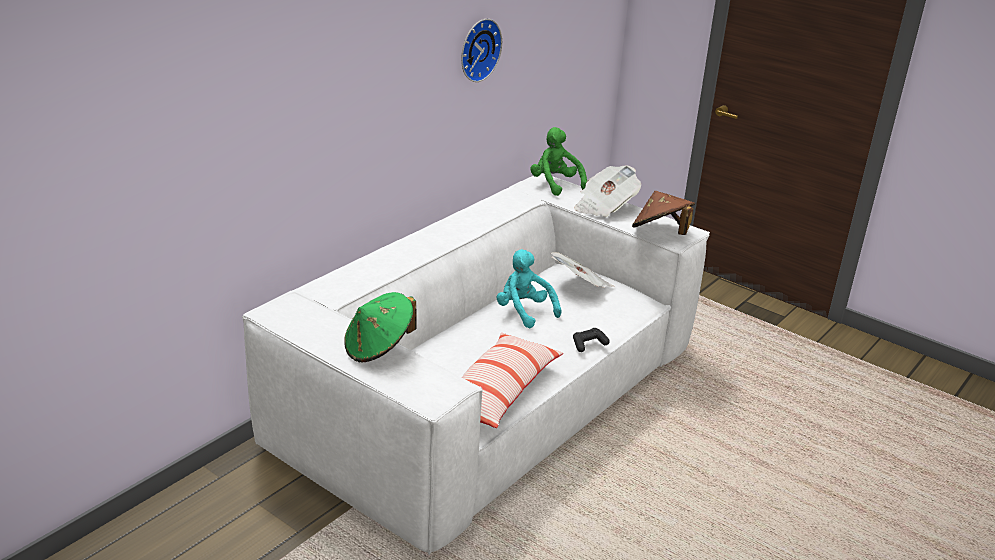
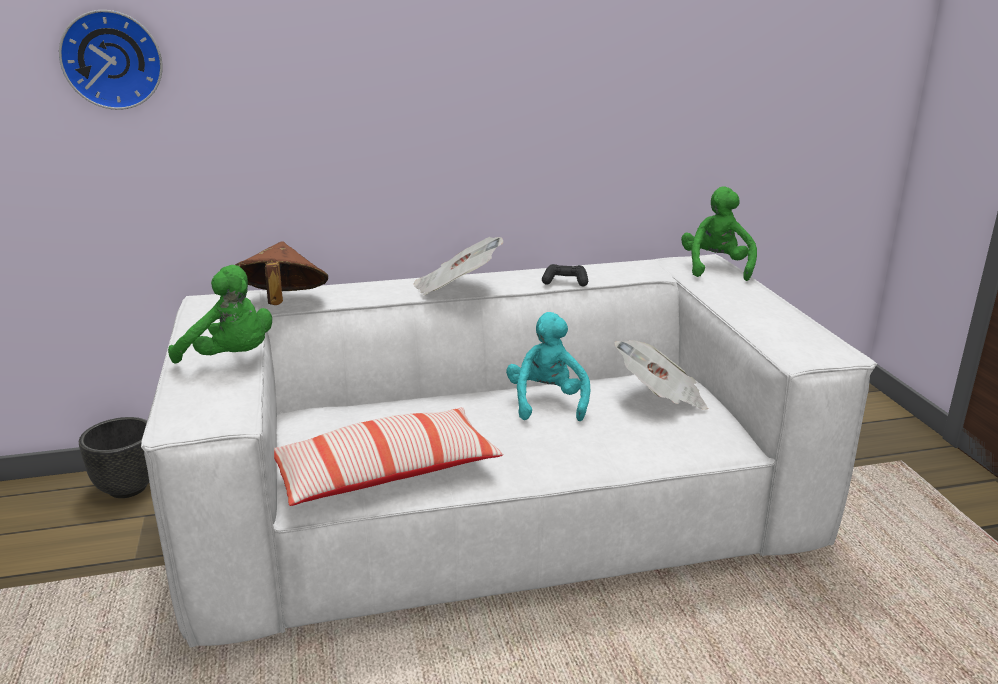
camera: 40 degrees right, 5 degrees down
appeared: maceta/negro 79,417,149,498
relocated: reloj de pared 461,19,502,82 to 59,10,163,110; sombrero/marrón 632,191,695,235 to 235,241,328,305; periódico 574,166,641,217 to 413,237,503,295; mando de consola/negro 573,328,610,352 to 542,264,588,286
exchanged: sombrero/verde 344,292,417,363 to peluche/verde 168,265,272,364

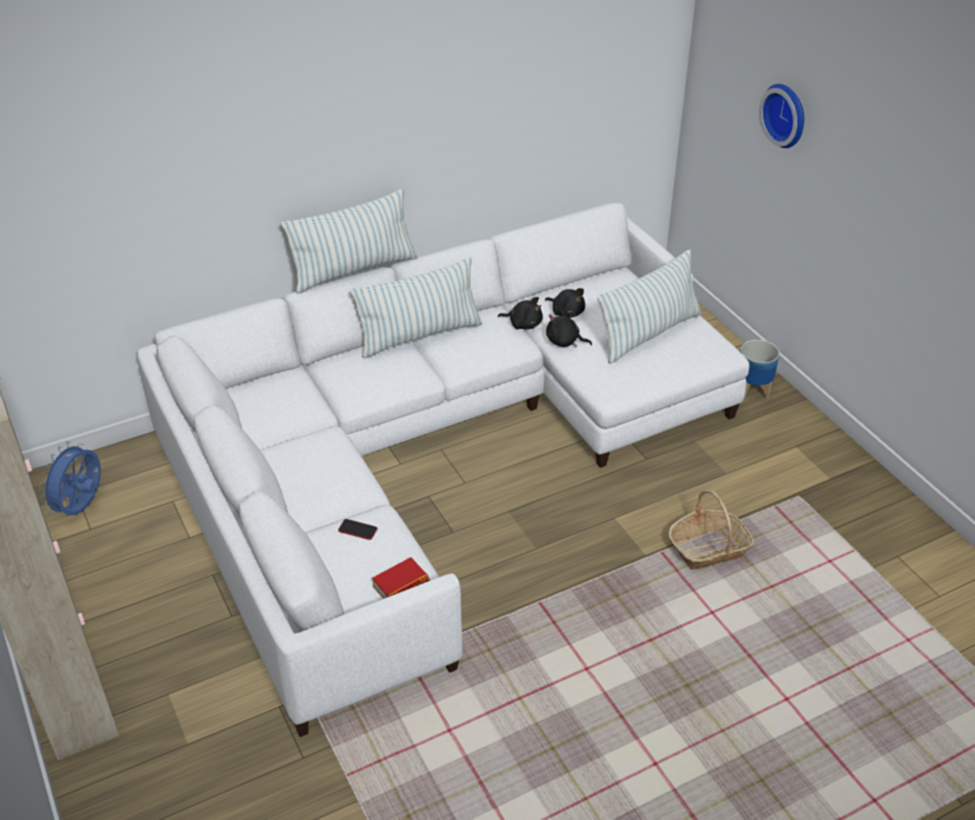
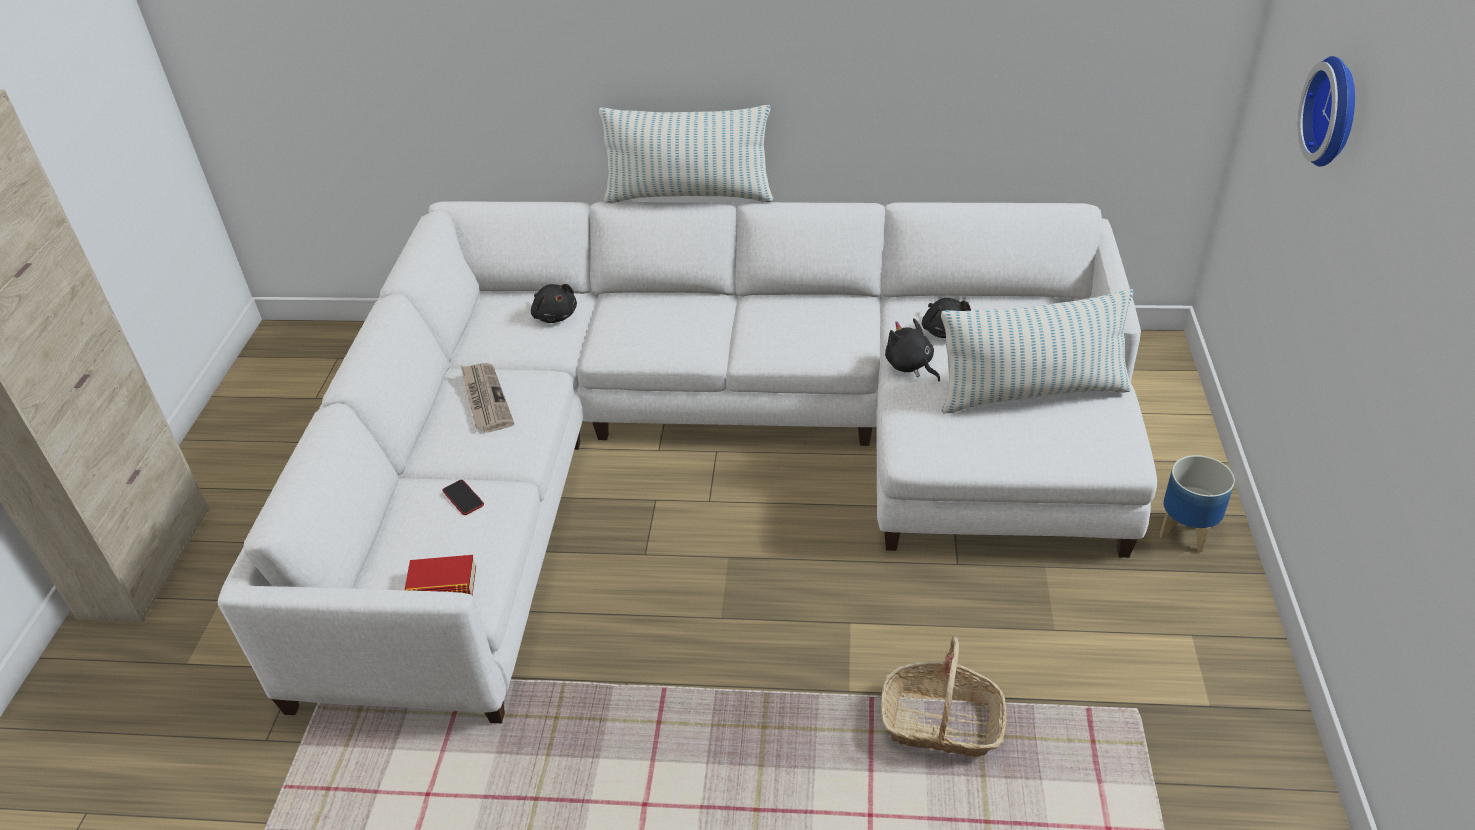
camera: 35 degrees right, 0 degrees up
missing: ventilador/azul 39,442,101,516; cojín 350,257,482,359
appeared: periódico 461,363,514,432
relocated: peluche/negro 498,297,543,329 to 531,284,577,323

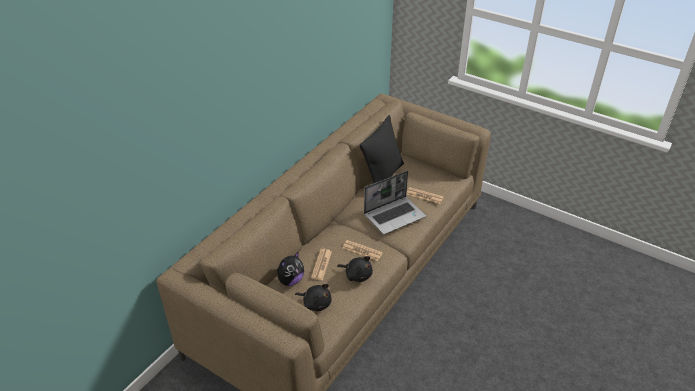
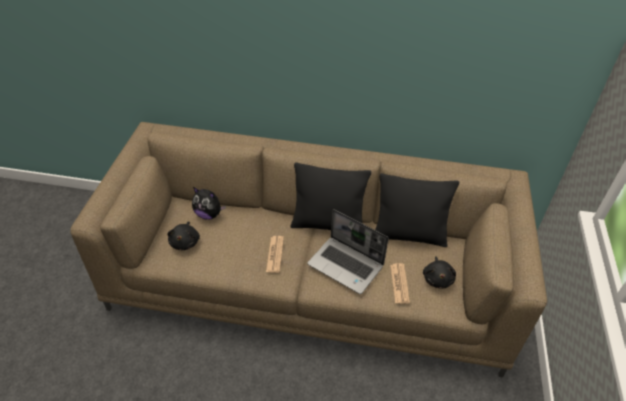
camera: 65 degrees right, 5 degrees up
missing: periódico 311,249,332,280
appeared: cojín/negro 290,162,371,230
relocated: peluche/negro 337,256,373,282 to 423,256,456,289

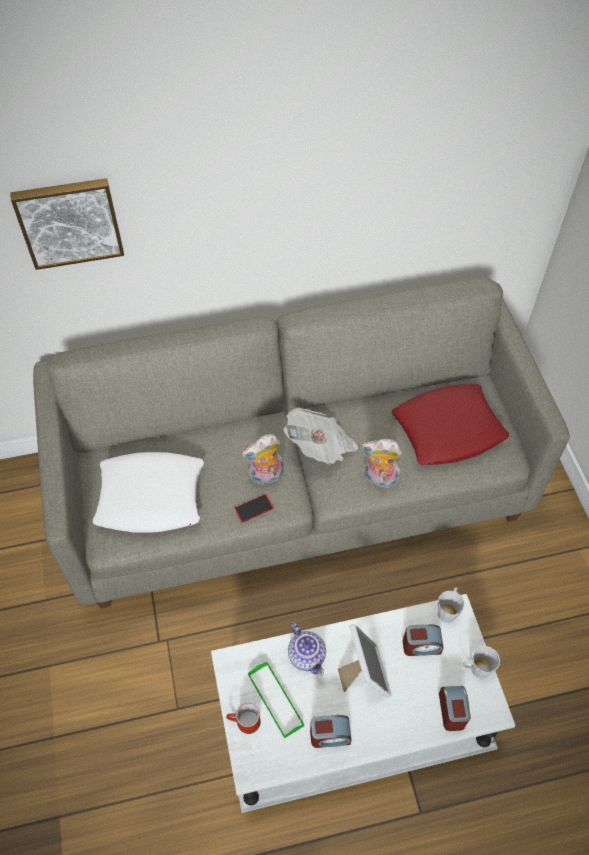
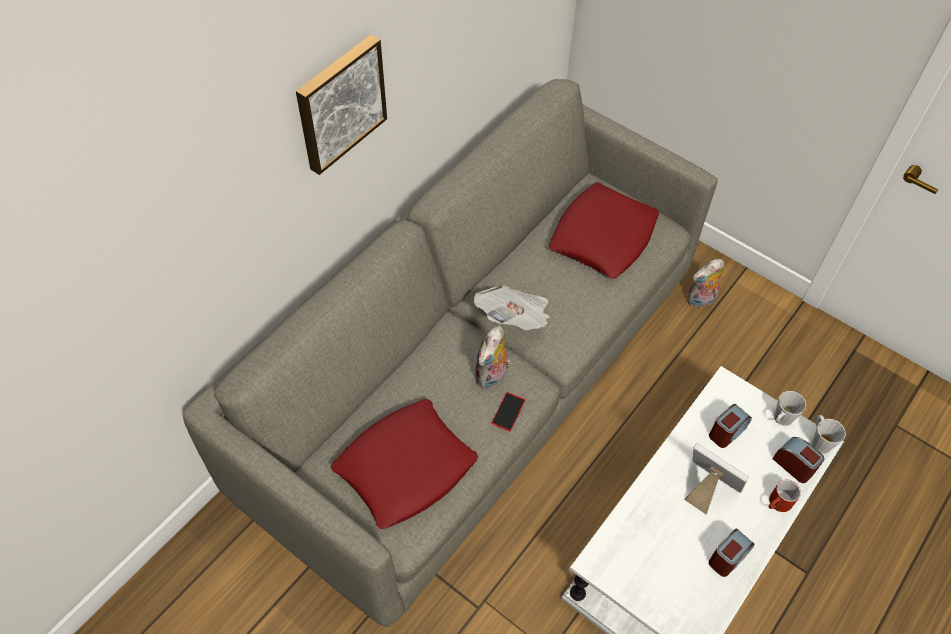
camera: 40 degrees left, 0 degrees up
missing: bandeja/verde 248,662,304,738; tetera 288,621,326,676
relocated: cuadro 10,178,124,270 to 296,35,387,175; peluche 361,439,402,488 to 687,259,724,308; taza grande/rojo 226,703,261,734 to 769,479,801,512; taza grande/gris 438,587,465,623 to 812,415,846,454
colour: cojín/blanco 93,452,204,533 to cojín/rojo 331,399,478,529

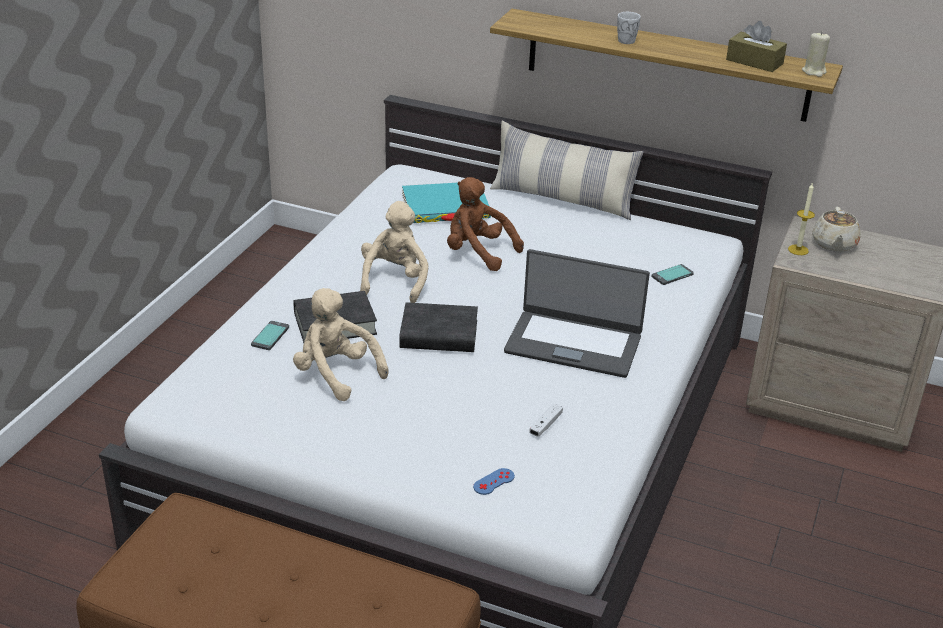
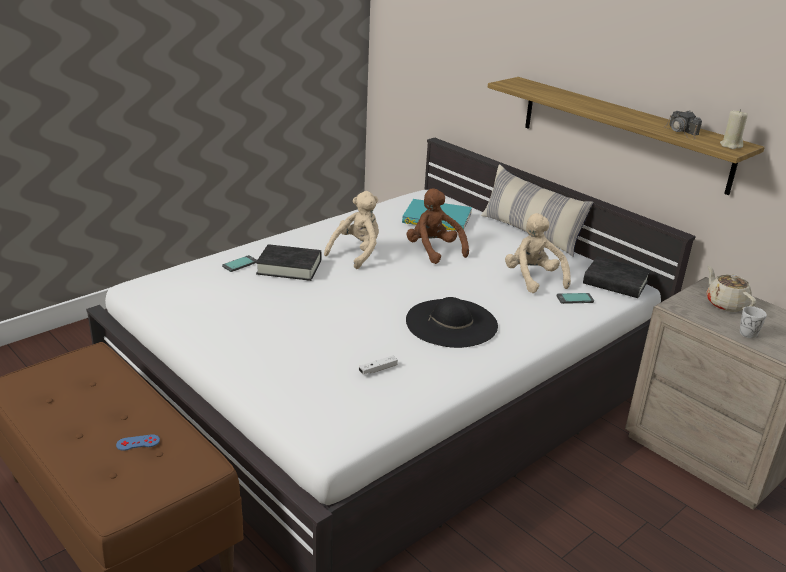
camera: 25 degrees right, 5 degrees down
missing: vela 788,183,815,255
relocated: mando de consola/azul 473,468,515,495 to 116,434,160,451; peluche/beis 293,288,389,401 to 505,213,571,293; libro/negro 399,302,478,352 to 583,256,651,298; taza grande/blanco 617,12,641,44 to 740,306,767,338
exchanged: portátil 504,249,650,378 to sombrero/negro 406,297,498,348; caja de pañuelos/marrón 726,21,787,72 to cámara 664,111,702,139
spun: tetera/beis 812,207,861,252 = 707,265,756,312 120 degrees clockwise

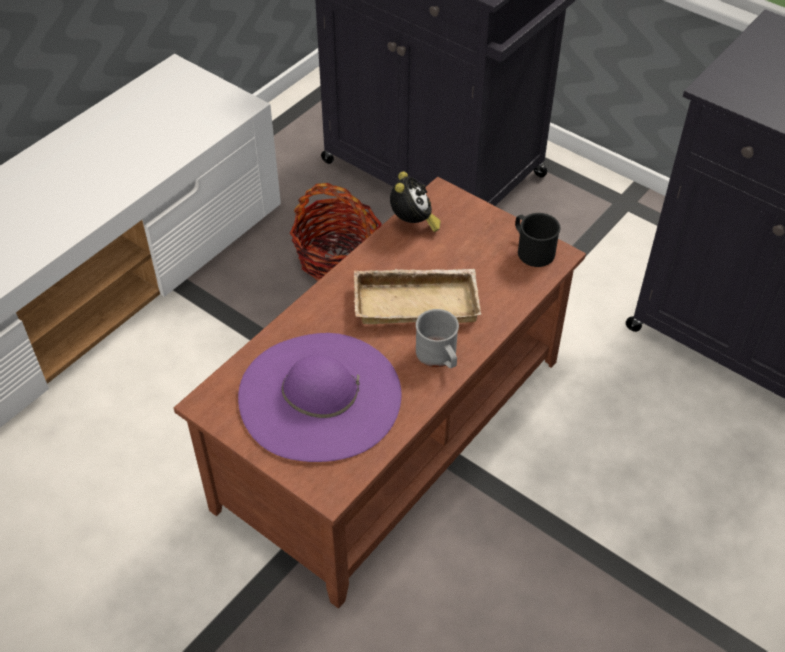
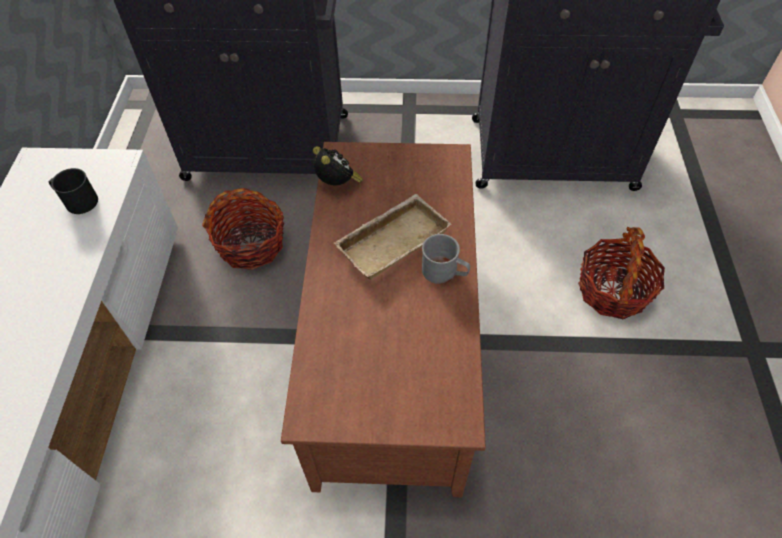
camera: 35 degrees left, 5 degrees up
missing: sombrero/morado 238,333,401,462
appeared: cesta 578,227,665,319
relocated: taza grande/negro 515,213,560,267 to 49,168,98,214

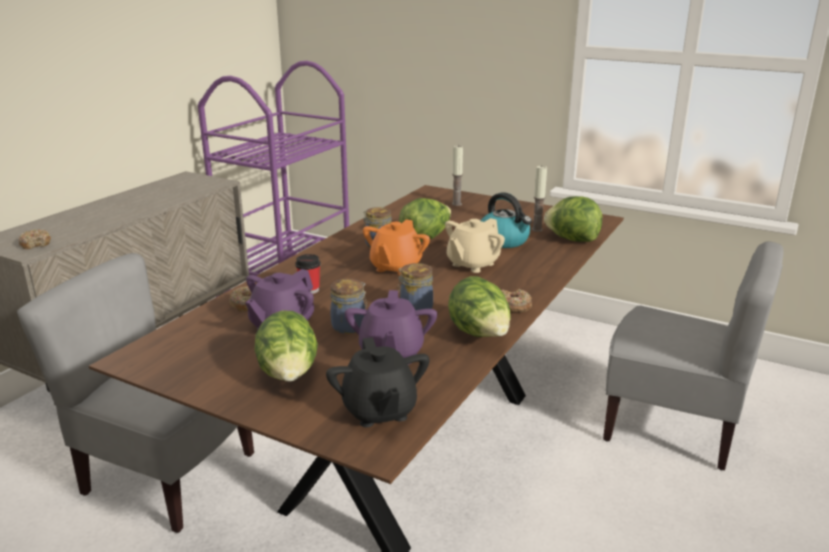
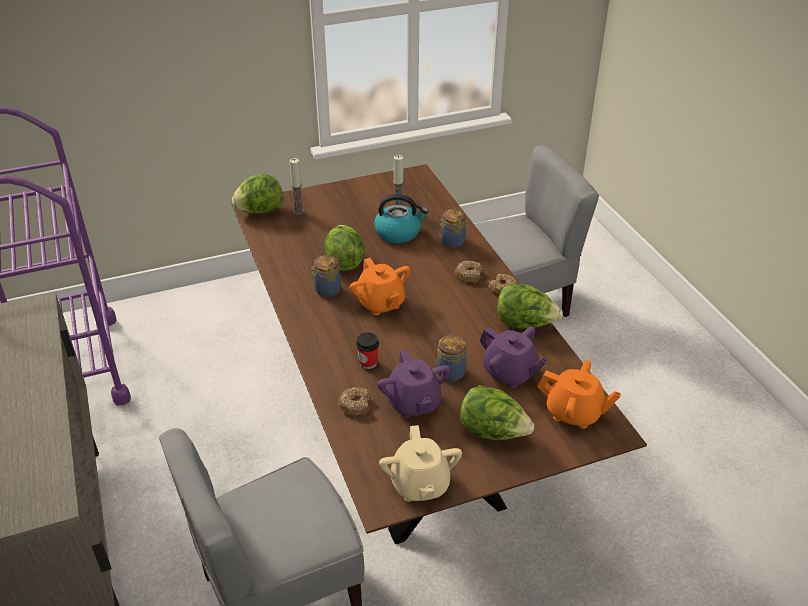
camera: 50 degrees left, 15 degrees up
relocated: lechuga 544,196,602,242 to 232,174,283,214; tetera/beis 445,218,505,273 to 379,425,462,502; tarro 397,263,433,316 to 439,209,466,248; rosquilla 19,229,51,249 to 455,261,482,283
colour: tetera/negro 326,337,430,427 to tetera/naranja 537,360,621,429

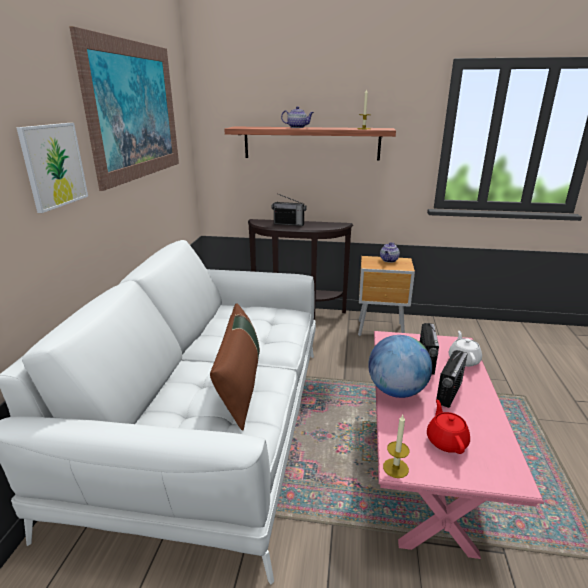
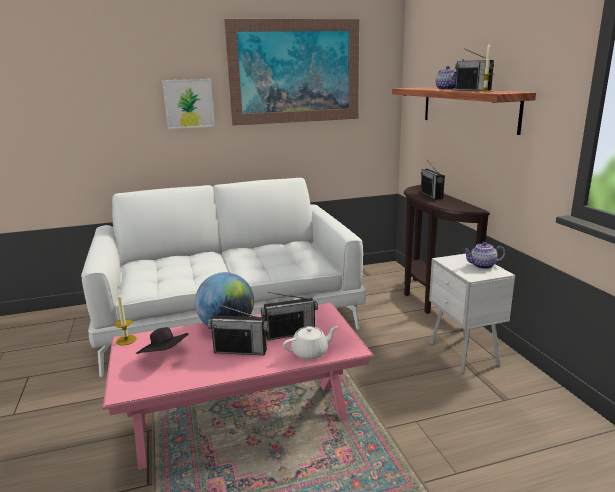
camera: 65 degrees right, 5 degrees down
missing: cojín/marrón 210,303,260,431
appeared: radio 455,48,494,91
exchanged: tetera/rojo 427,399,470,454 to sombrero/negro 135,327,188,354
colour: mesita de noche/marrón 358,256,415,336 to mesita de noche/blanco 429,254,515,373

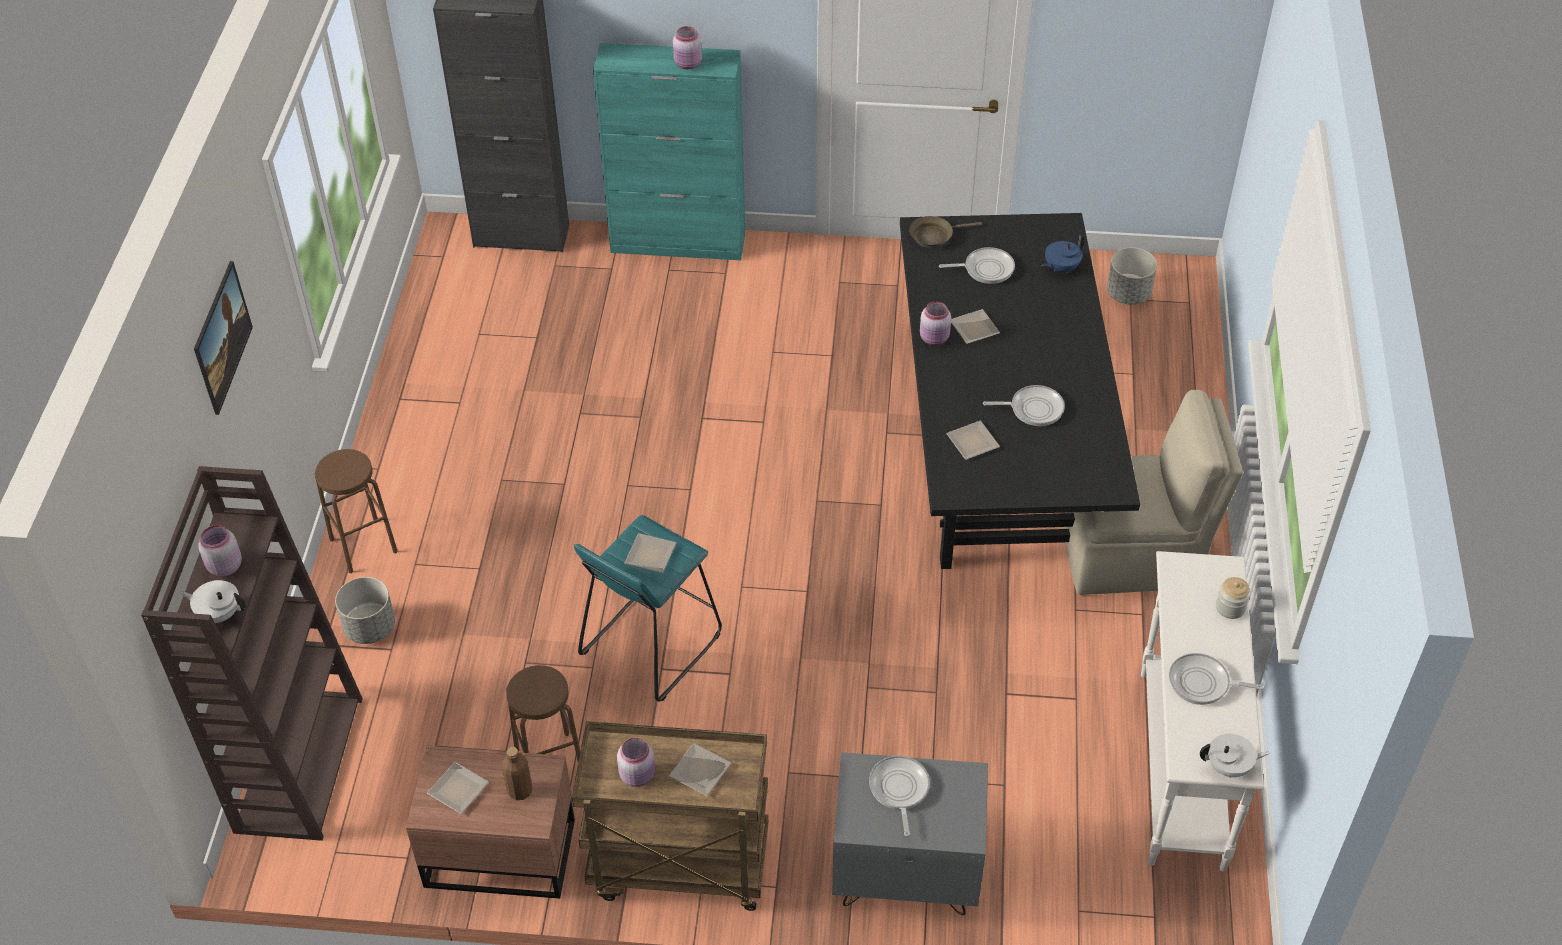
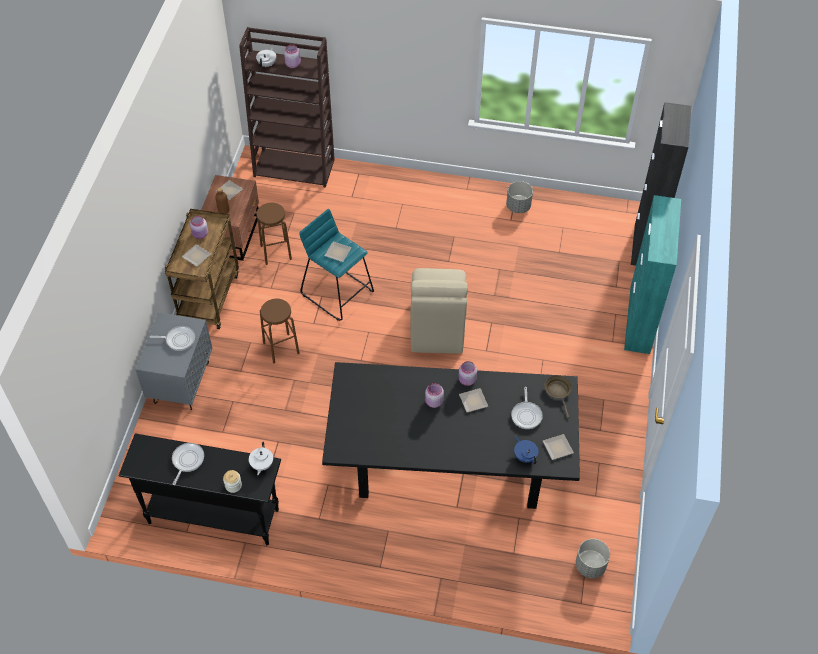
camera: 95 degrees right, 5 degrees up
missing: cuadro 194,261,253,415; sartén 983,385,1065,426
relocated: tetera/blanco 1200,734,1270,778 to 249,442,273,475; taburete/marrón 315,449,398,573 to 260,299,299,364; silla/beis 1062,390,1243,595 to 410,268,468,354; tarro/rosa 673,26,702,69 to 425,383,444,408; maceta/gris 335,577,395,644 to 506,181,533,213; plato 946,421,1000,460 to 543,434,574,460
colour: mesa consola/blanco 1141,551,1264,872 to mesa consola/negro 119,433,281,545

